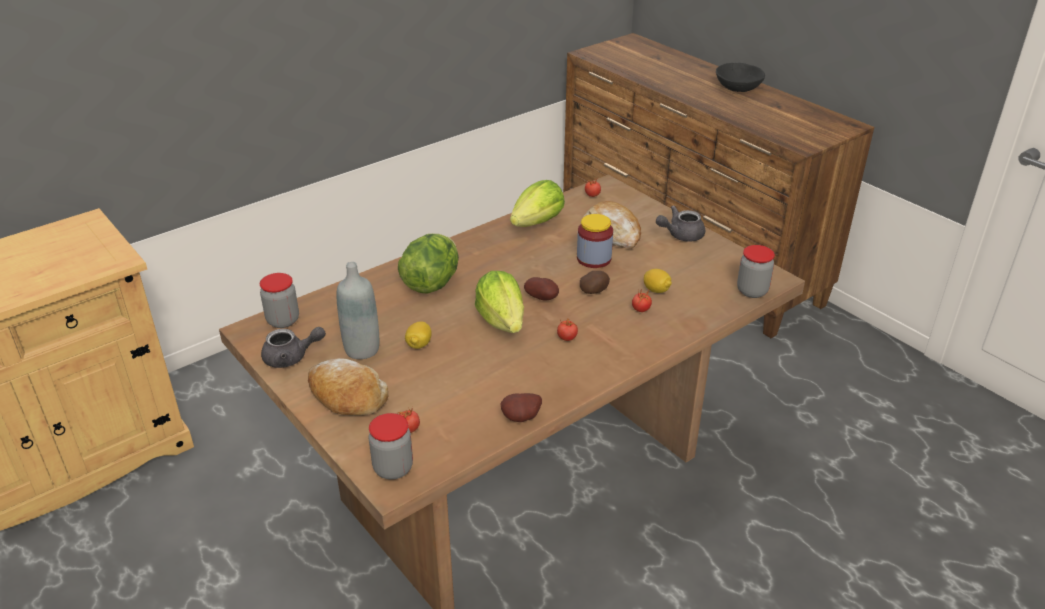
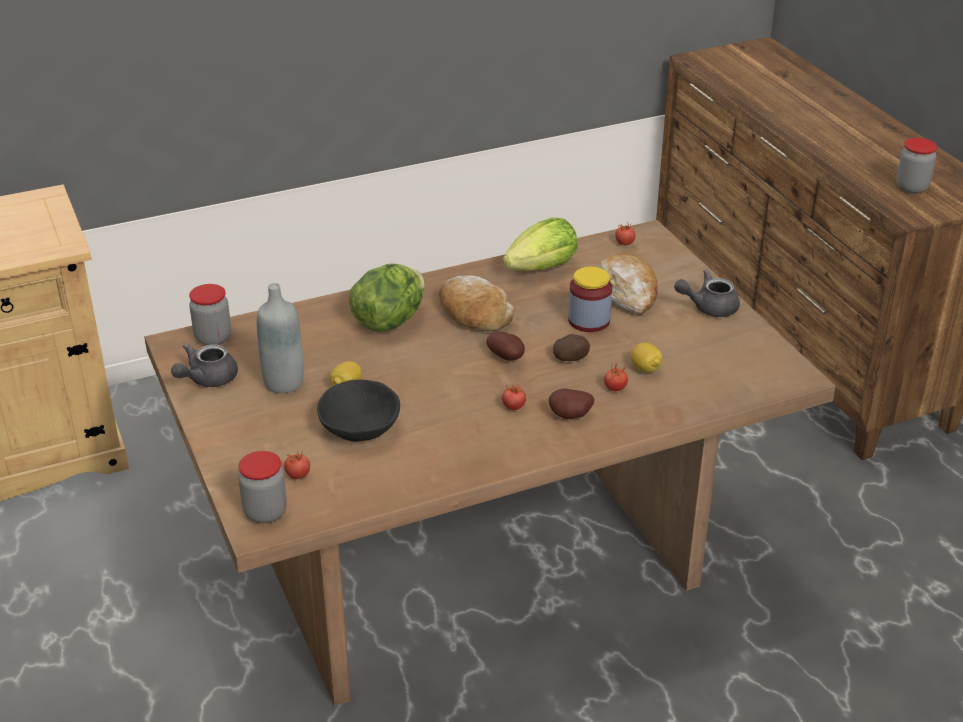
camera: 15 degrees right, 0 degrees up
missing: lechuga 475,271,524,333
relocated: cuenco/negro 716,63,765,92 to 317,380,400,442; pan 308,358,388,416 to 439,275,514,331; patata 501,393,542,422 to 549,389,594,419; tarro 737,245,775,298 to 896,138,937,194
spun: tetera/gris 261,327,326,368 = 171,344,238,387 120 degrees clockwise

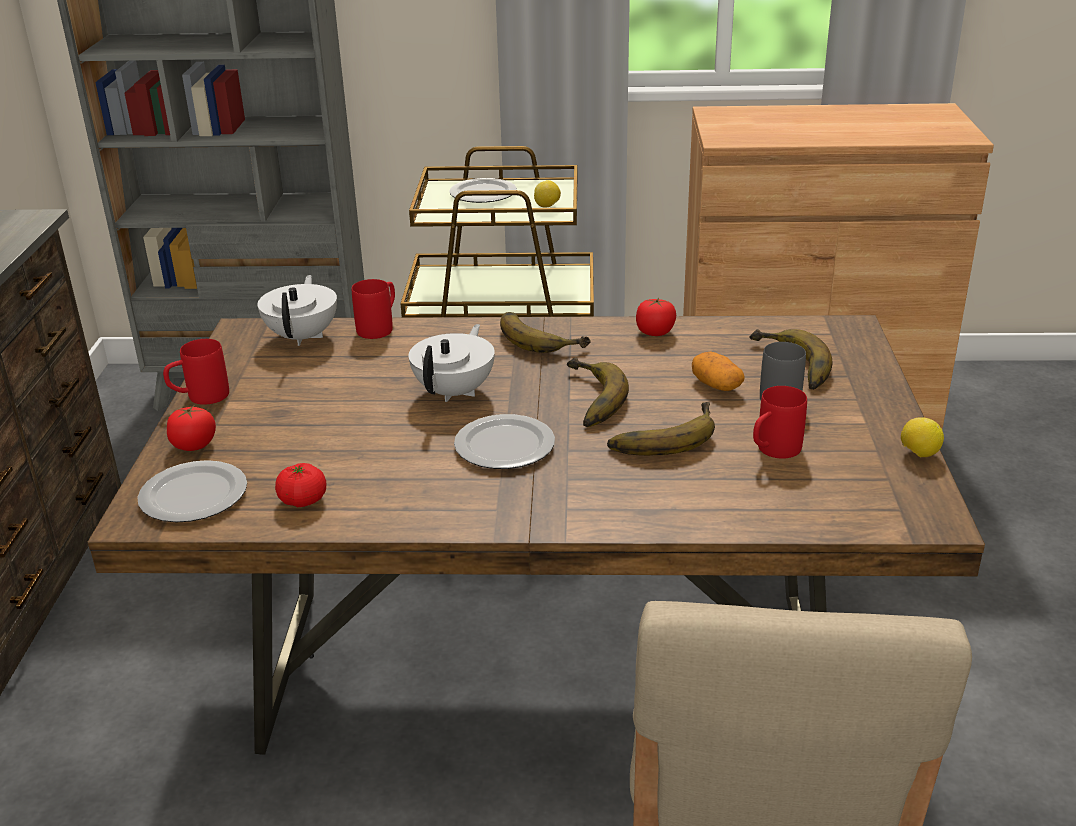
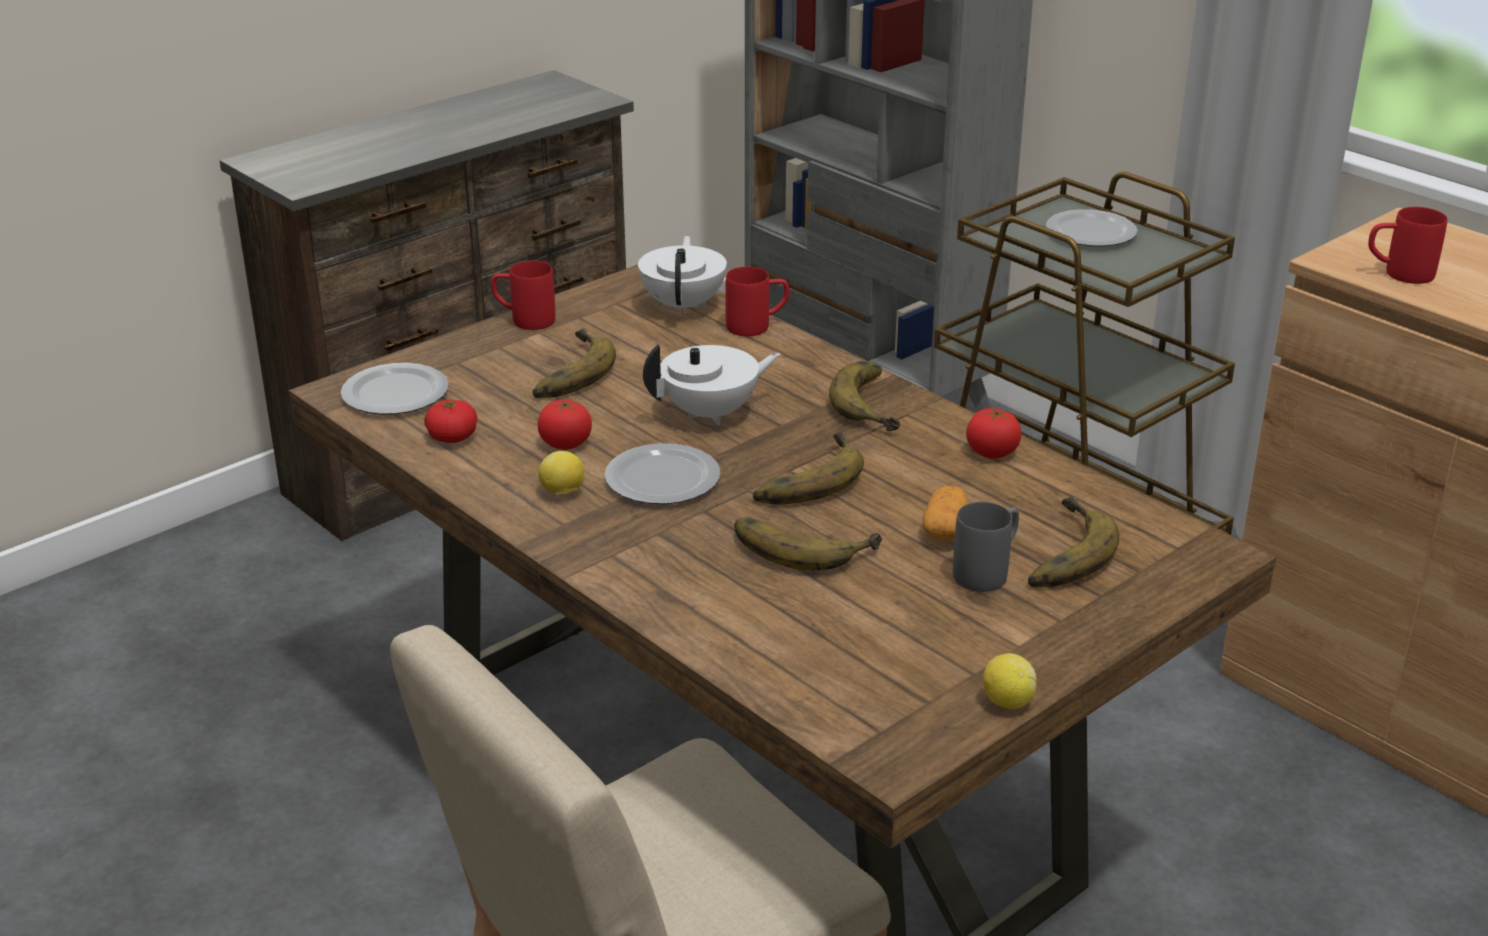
camera: 45 degrees right, 0 degrees up
appeared: plátano 533,328,616,398
relocated: tomate 167,406,216,451 to 538,399,592,450; limón 534,180,561,208 to 538,451,584,494; taza grande/rojo 753,386,807,459 to 1368,207,1448,284
spun: tetera/blanco 257,275,337,346 = 638,236,727,315 45 degrees counterclockwise

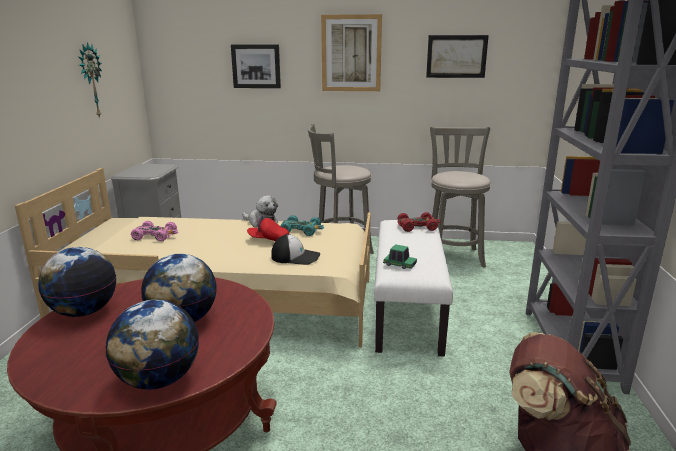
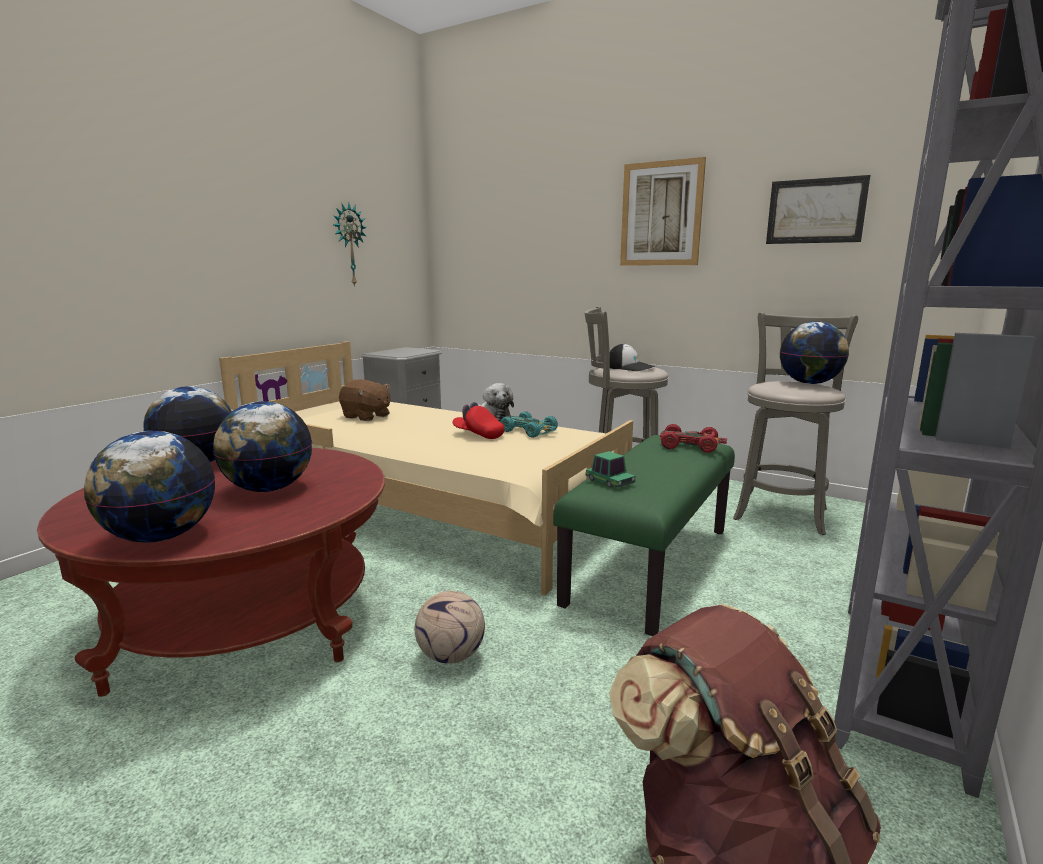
camera: 25 degrees right, 5 degrees down
missing: cuadro 231,44,281,88
appeared: balón de fútbol 415,591,485,664; globo terráqueo 780,321,849,384
relocated: gorra 271,234,320,265 to 610,344,655,371
exchanged: coche de juguete/rosa 131,221,178,242 to peluche/marrón 339,379,391,421
colour: banco/blanco 374,220,453,357 to banco/verde 553,435,735,636

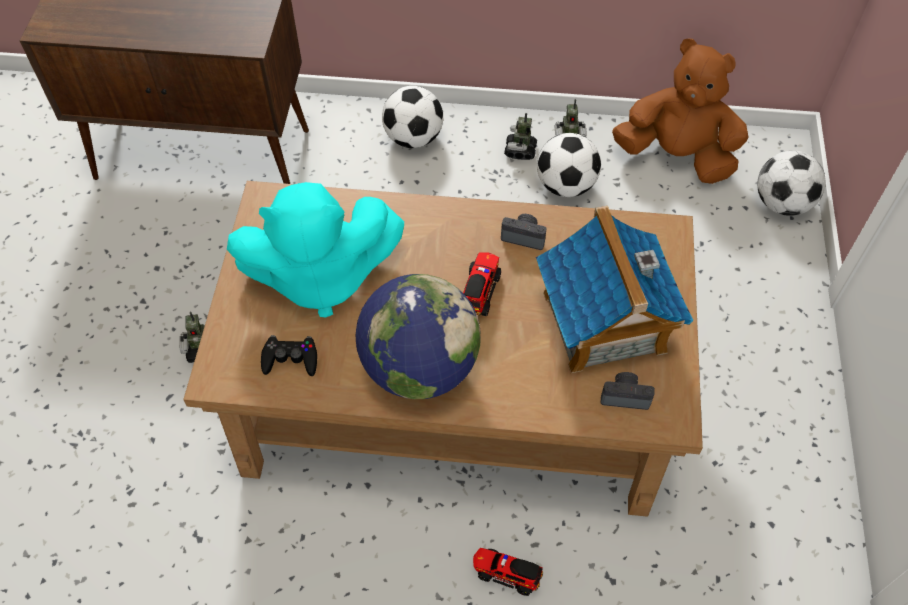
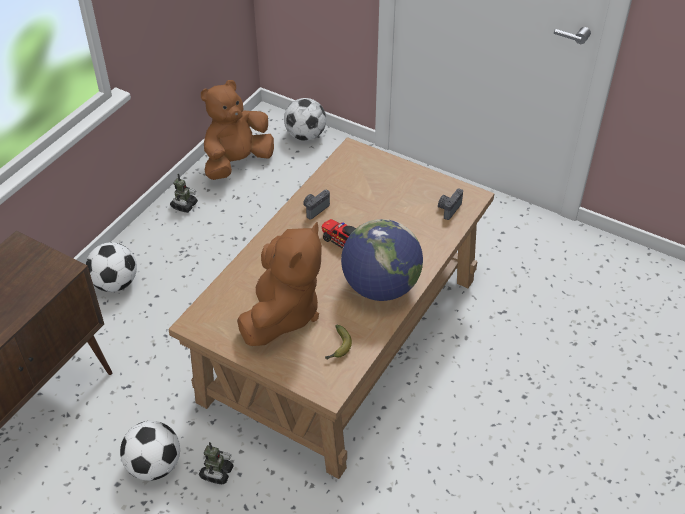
camera: 65 degrees left, 10 degrees down
missing: camión de juguete 473,548,543,596; robot de juguete 504,113,537,160; casita 536,206,694,373
relocated: balón de fútbol 537,133,601,197 to 120,421,180,481
exchanged: mando de consola/negro 261,335,317,376 to plátano 325,325,352,360
colour: peluche/turquesa 227,182,404,318 to peluche/marrón 237,222,322,346

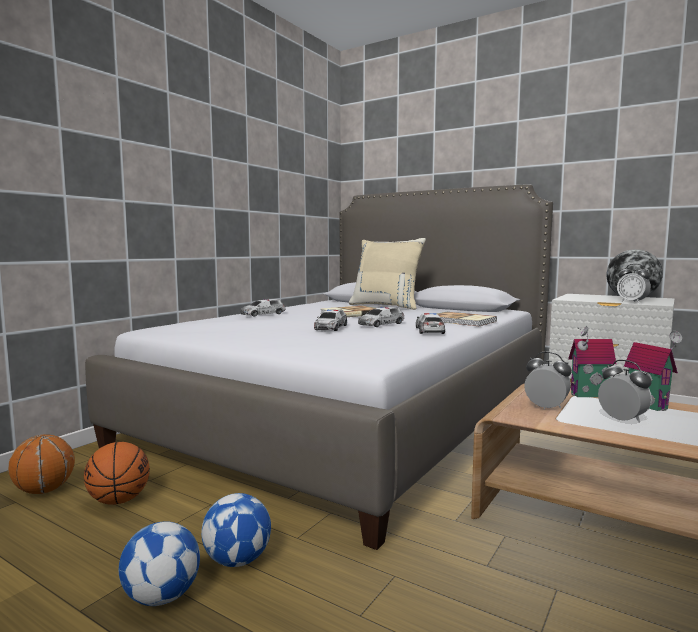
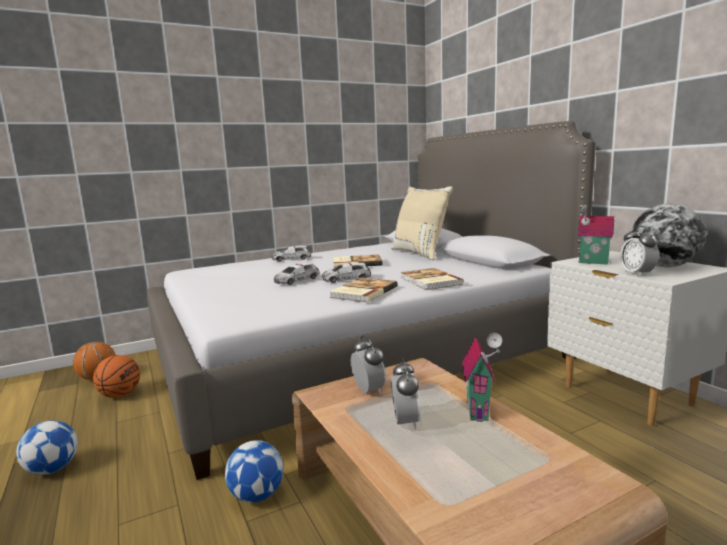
camera: 30 degrees right, 5 degrees up
relocated: balón de fútbol 201,493,271,567 to 225,440,284,503; casita 568,326,616,397 to 578,204,614,265
exchanged: coche de juguete 416,313,445,334 to libro 329,278,398,302

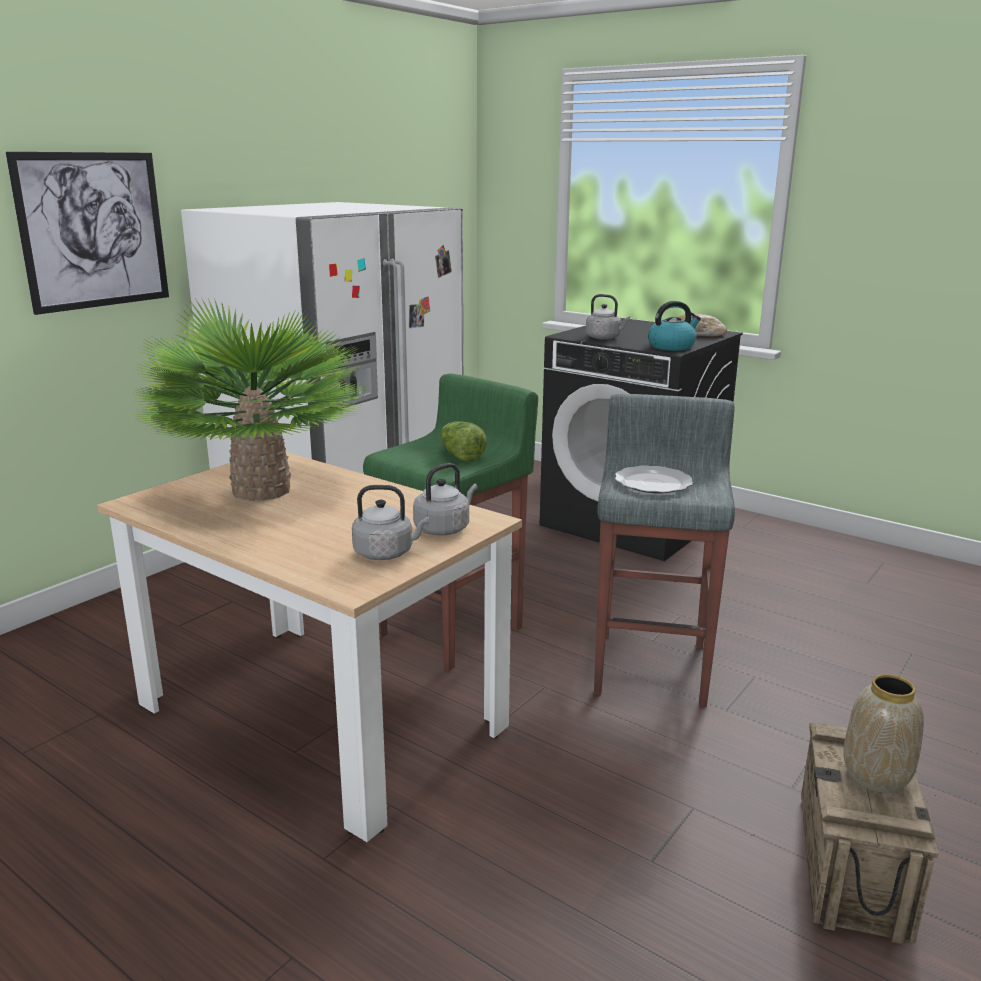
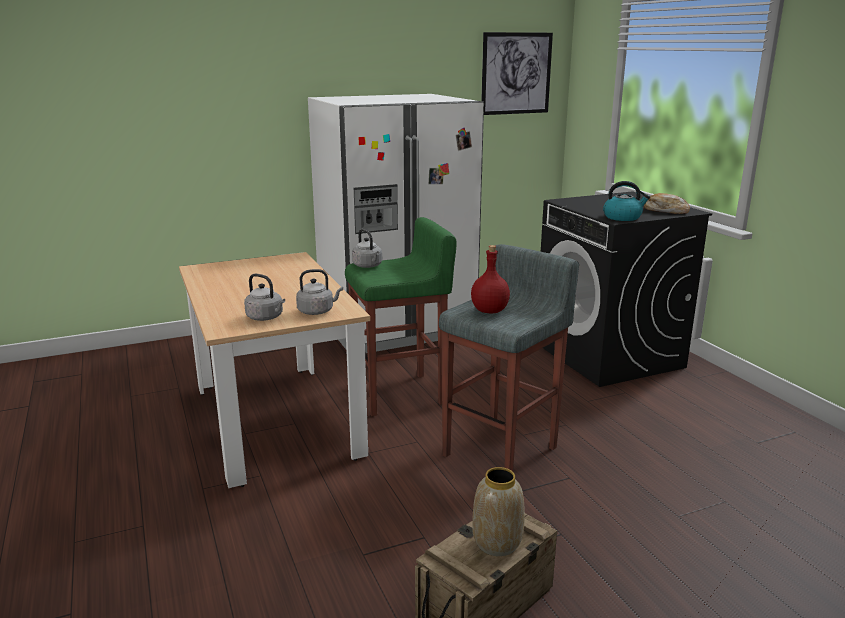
camera: 30 degrees right, 0 degrees up
missing: planta en maceta 134,299,367,501; lechuga 440,421,487,462
relocated: hervidor/gris 586,294,630,340 to 352,229,382,268; cuadro 6,152,169,315 to 481,32,553,115
exchanged: plato 615,465,693,493 to botella/rojo 471,245,510,313

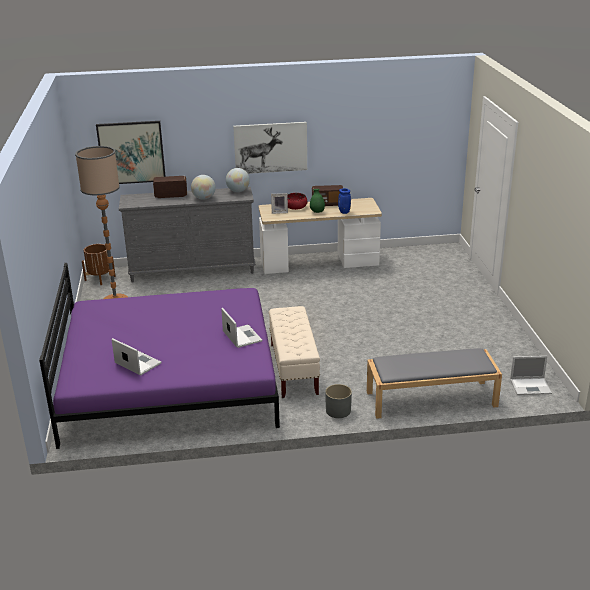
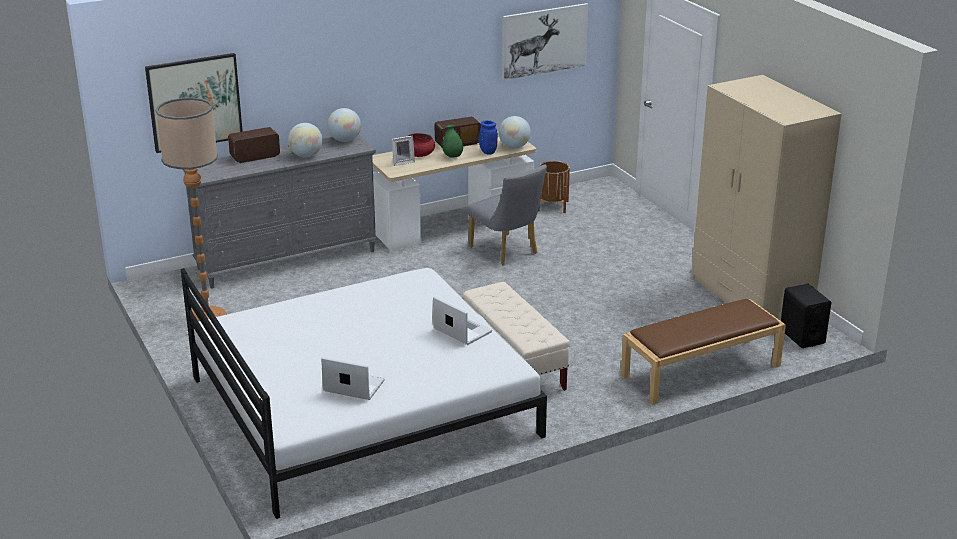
camera: 20 degrees left, 0 degrees up
missing: maceta/gris 325,384,352,418
appeared: silla/gris 468,164,547,265; globo terráqueo 499,116,531,148; armario ropero/beis 691,75,842,321
relocated: cuadro 233,122,307,174 to 502,3,588,80; maceta/marrón 82,244,116,285 to 538,161,570,213
exchanged: portátil 510,356,552,395 to altavoz/negro 781,284,832,348
colour: cama/morado 39,263,280,449 to cama/blanco 181,268,547,519; banco/gris 367,348,502,419 to banco/marrón 621,299,786,405

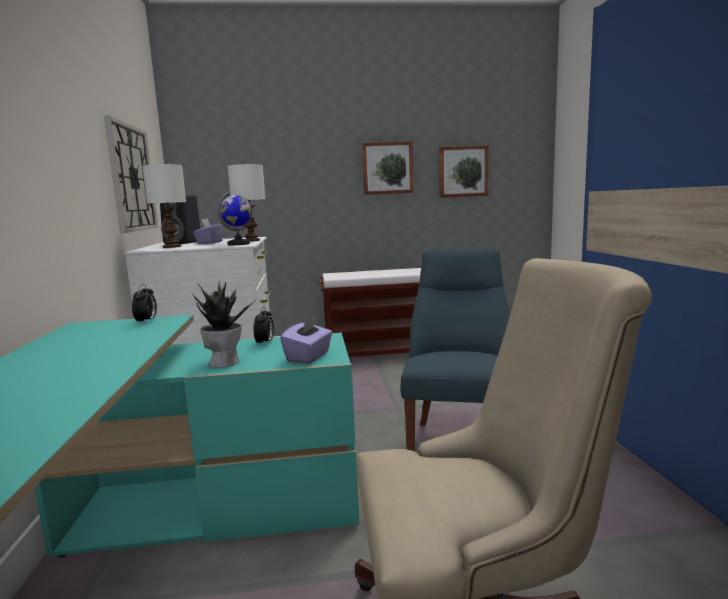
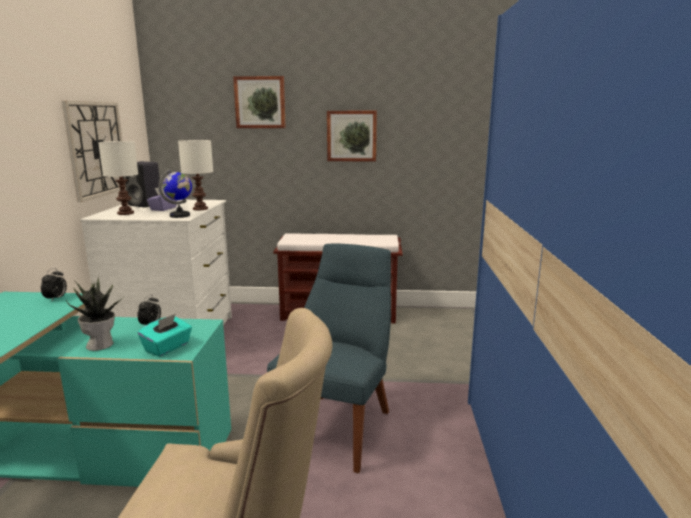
camera: 10 degrees right, 5 degrees up
relocated: cuadro 439,145,489,198 to 233,76,286,128
colour: caja de pañuelos/morado 280,315,333,364 to caja de pañuelos/turquesa 138,314,192,357

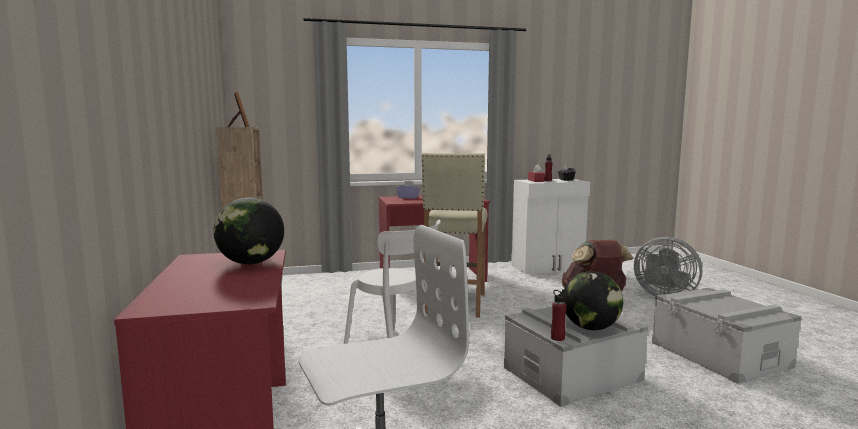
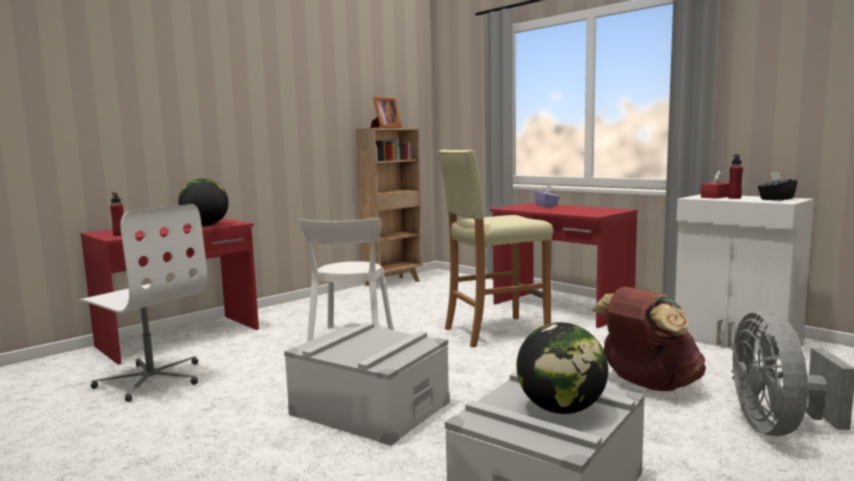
camera: 60 degrees right, 0 degrees up
relocated: botella/rojo 551,289,566,341 to 110,192,124,236; globo terráqueo 564,271,623,330 to 516,322,608,414

